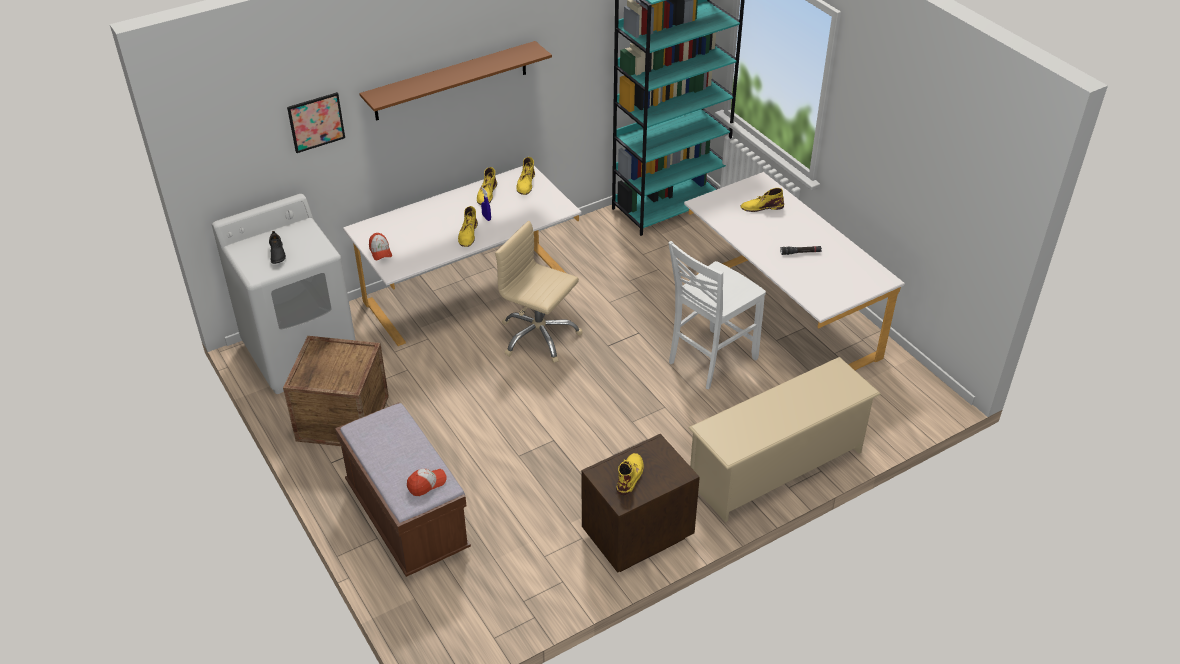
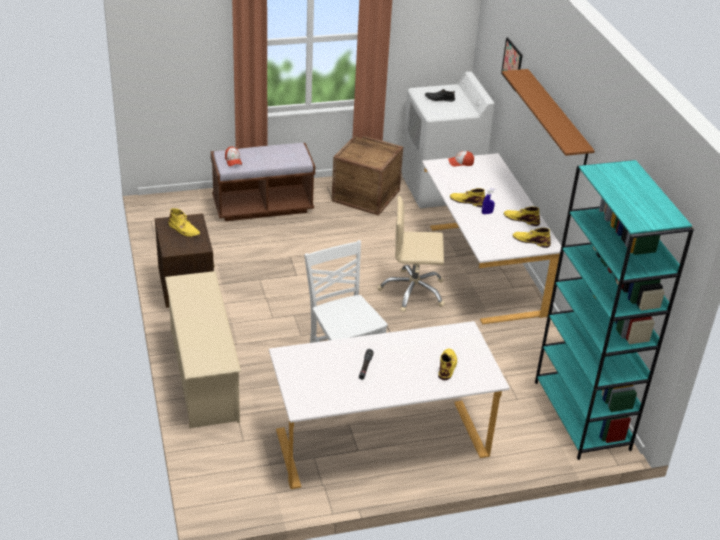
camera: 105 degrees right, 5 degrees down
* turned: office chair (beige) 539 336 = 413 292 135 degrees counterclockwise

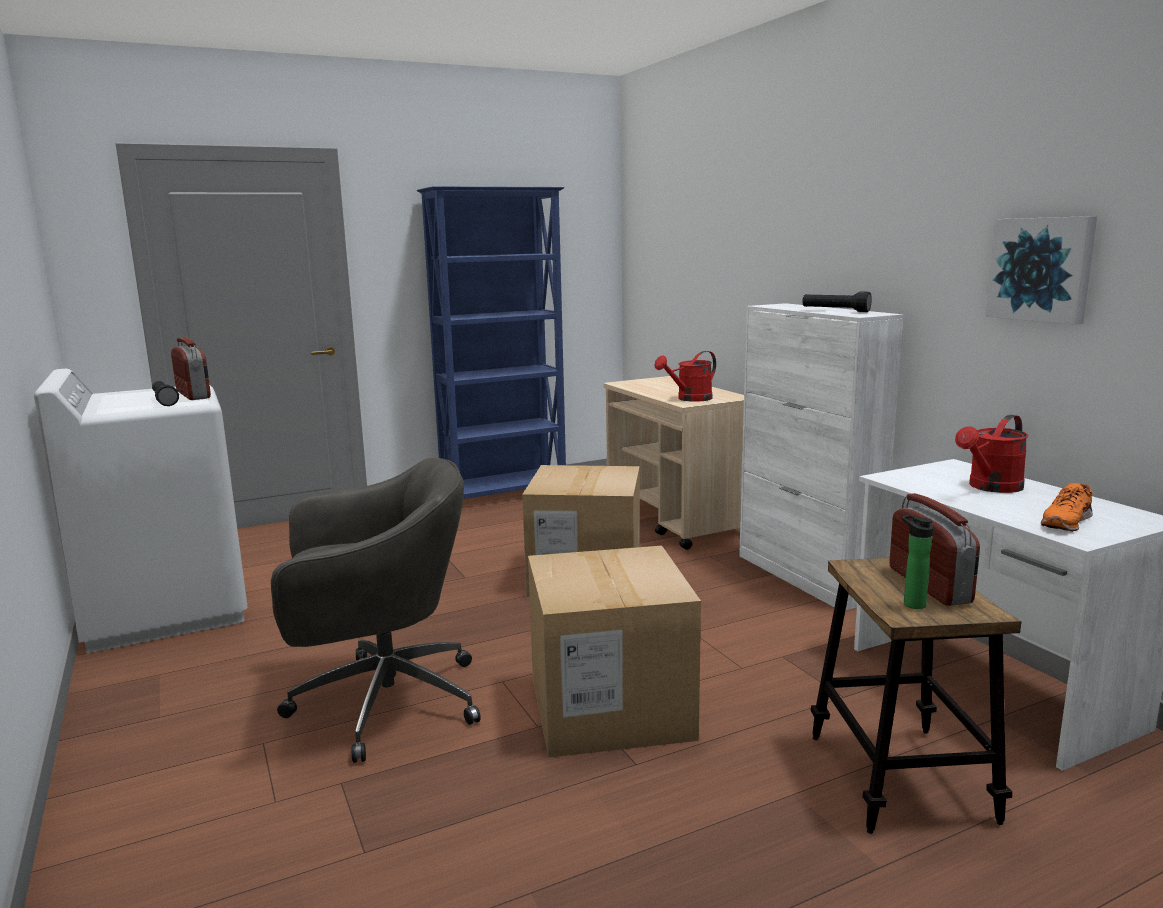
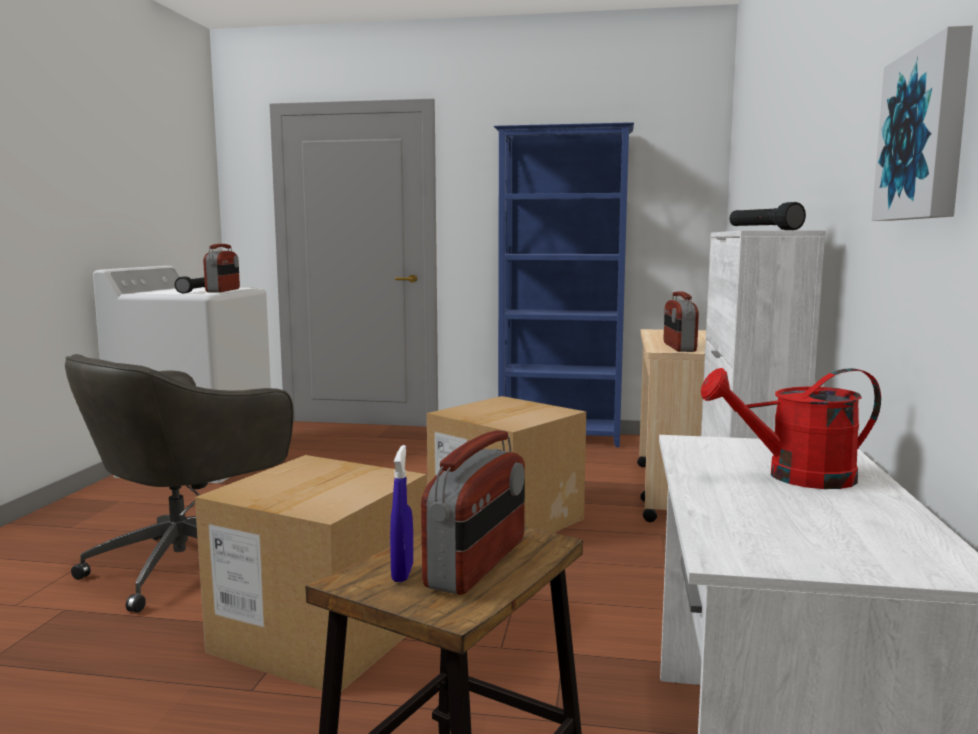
camera: 35 degrees right, 5 degrees down
* removed: shoe (orange) 1066 521
* replaced: watering can (red) 689 399 to radio 678 347
* replaced: bottle 911 603 to spray bottle (blue) 402 573
* turned: office chair (grey) 381 703 = 187 565 105 degrees clockwise

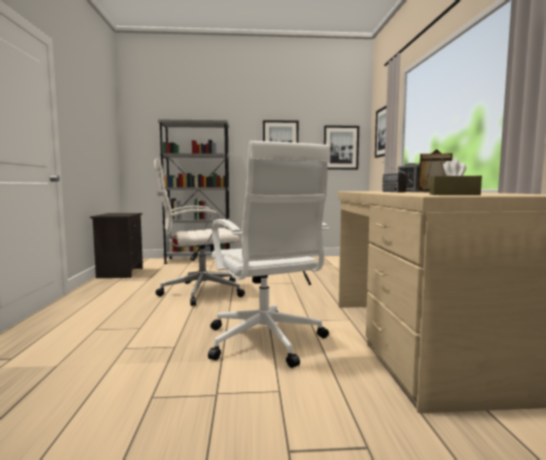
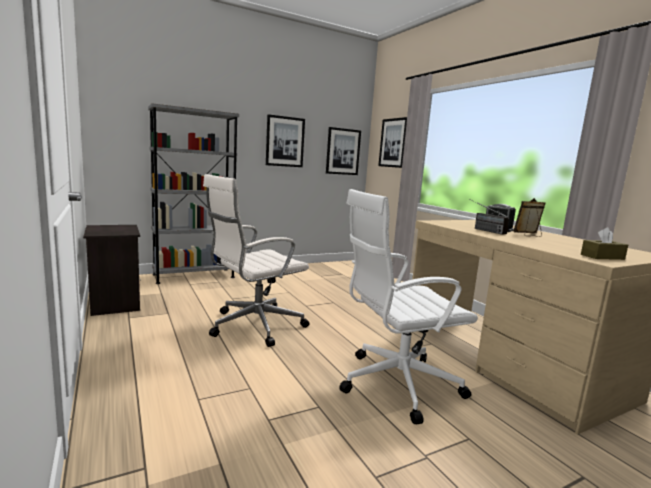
camera: 25 degrees left, 5 degrees up
* turned: office chair (white) 266 342 = 395 384 120 degrees clockwise

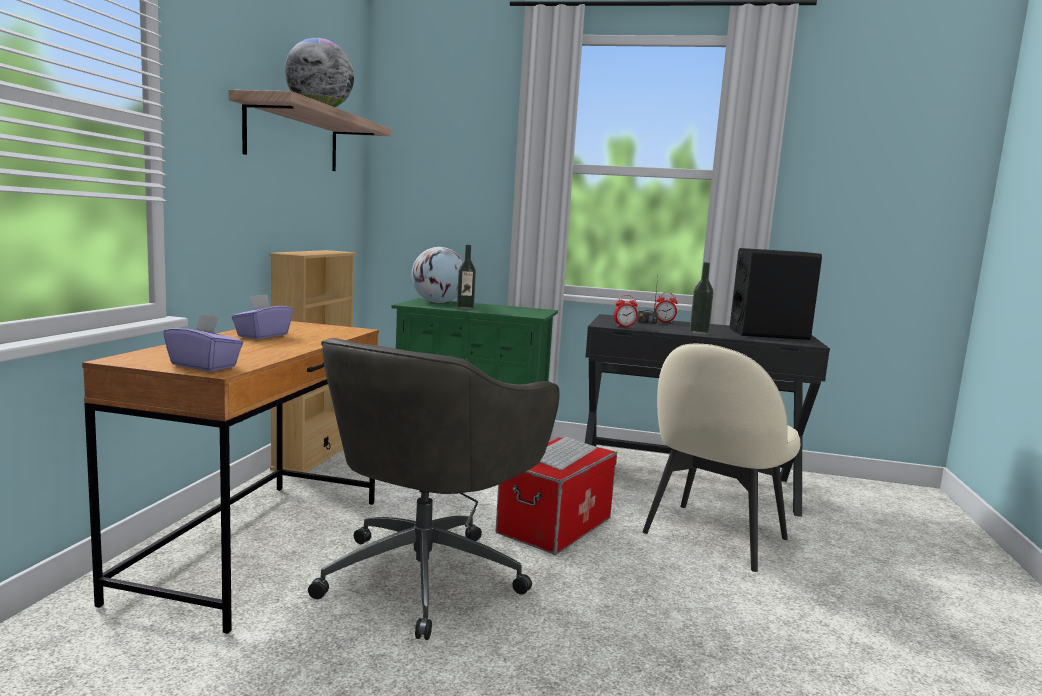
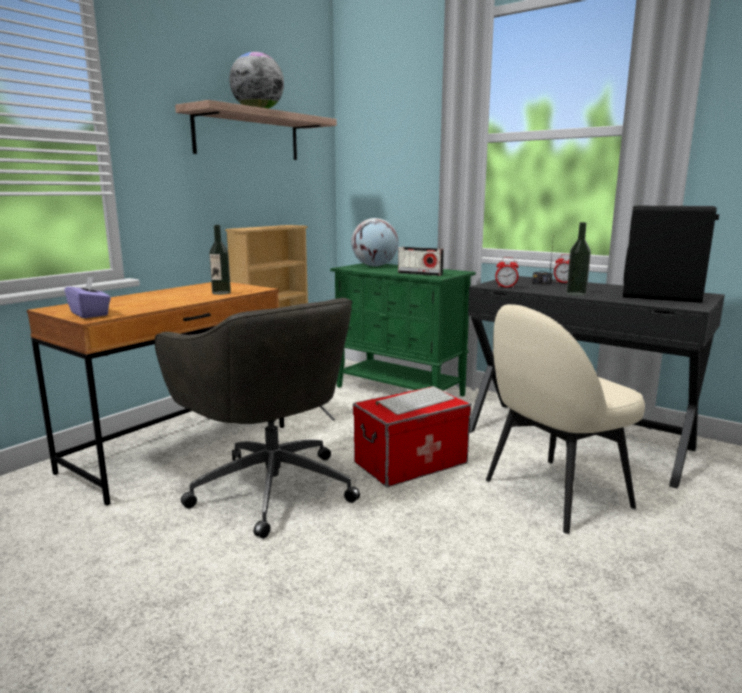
camera: 25 degrees right, 5 degrees up
* removed: tissue box (purple) 262 335
* added: radio 420 274
* moved: bottle 465 308 to 221 293
* turned: office chair (grey) 426 574 = 271 486 90 degrees counterclockwise

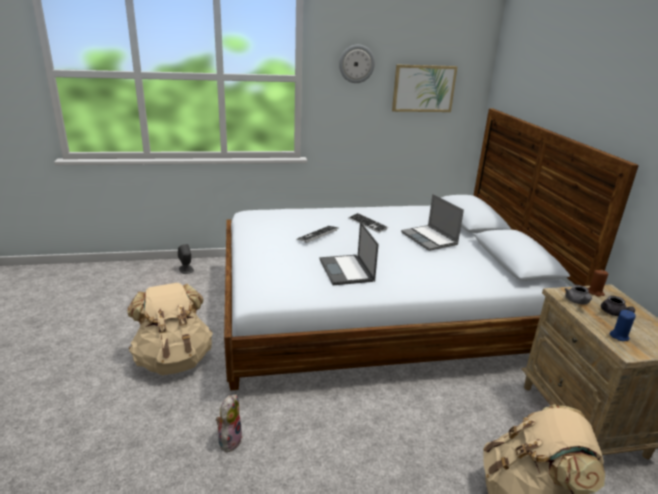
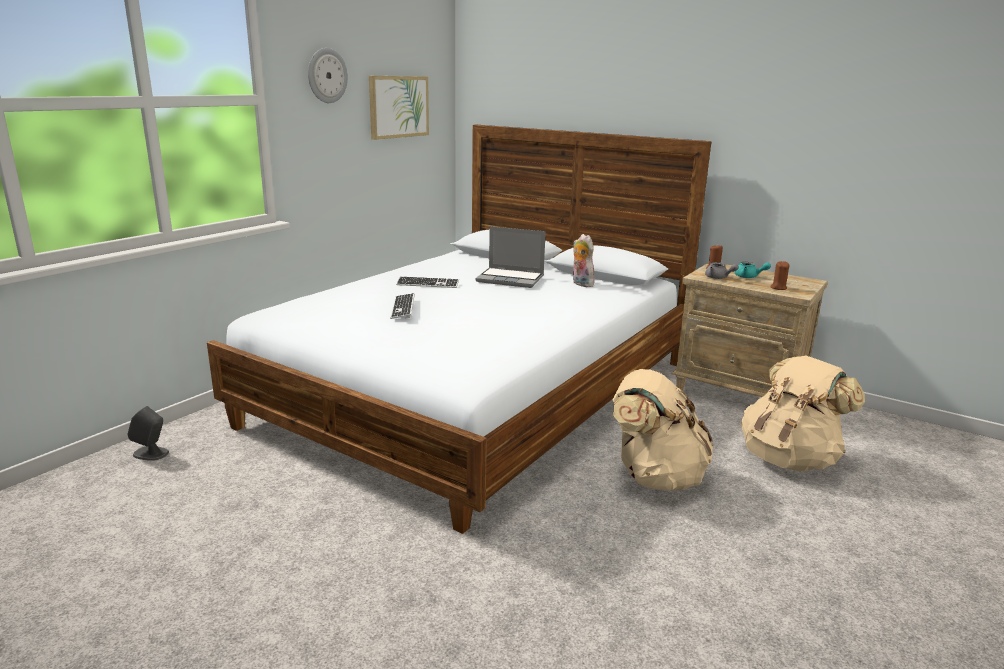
camera: 45 degrees left, 5 degrees down
* removed: laptop 347 270
* moved: backpack (beige) 174 359 to 655 477
* moved: plush toy 229 439 to 580 284
* recoloured: teapot (grey) 614 313 to teapot (turquoise) 749 277
* recoloured: candle (blue) 619 336 to candle (brown) 778 288

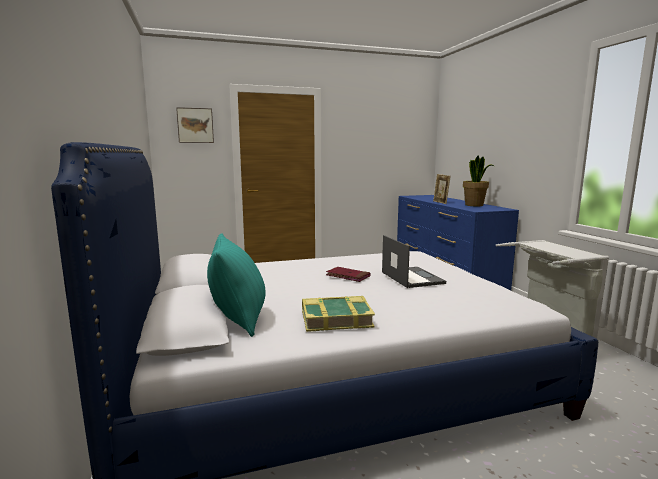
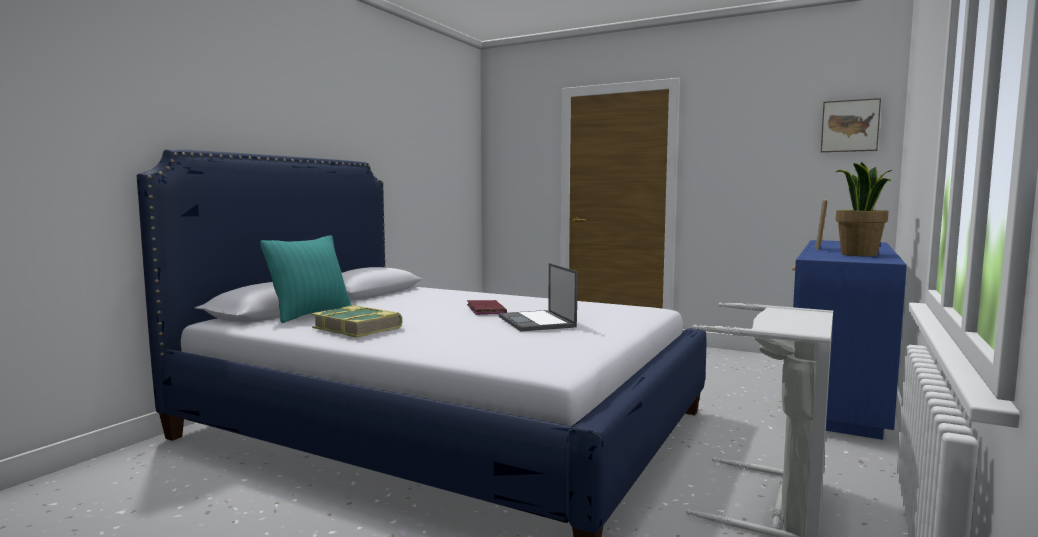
camera: 45 degrees right, 5 degrees down
* moved: picture 195 125 to 850 126
* turned: laptop 411 277 = 537 322 135 degrees clockwise

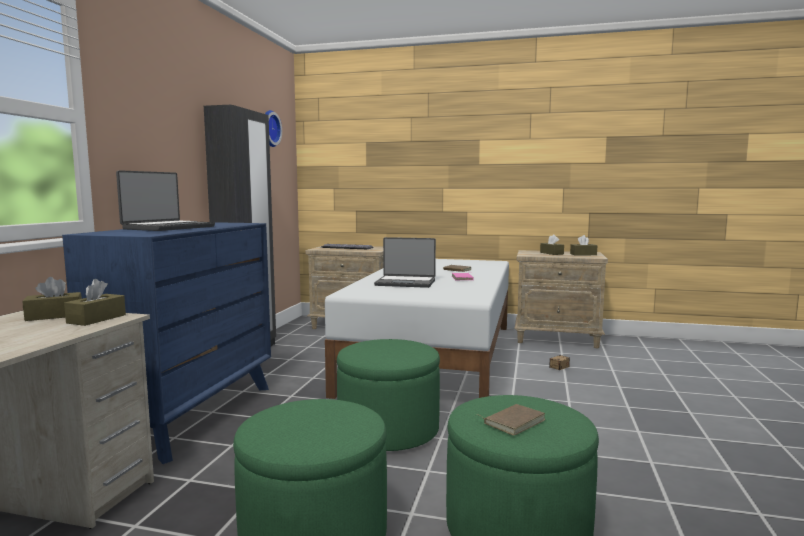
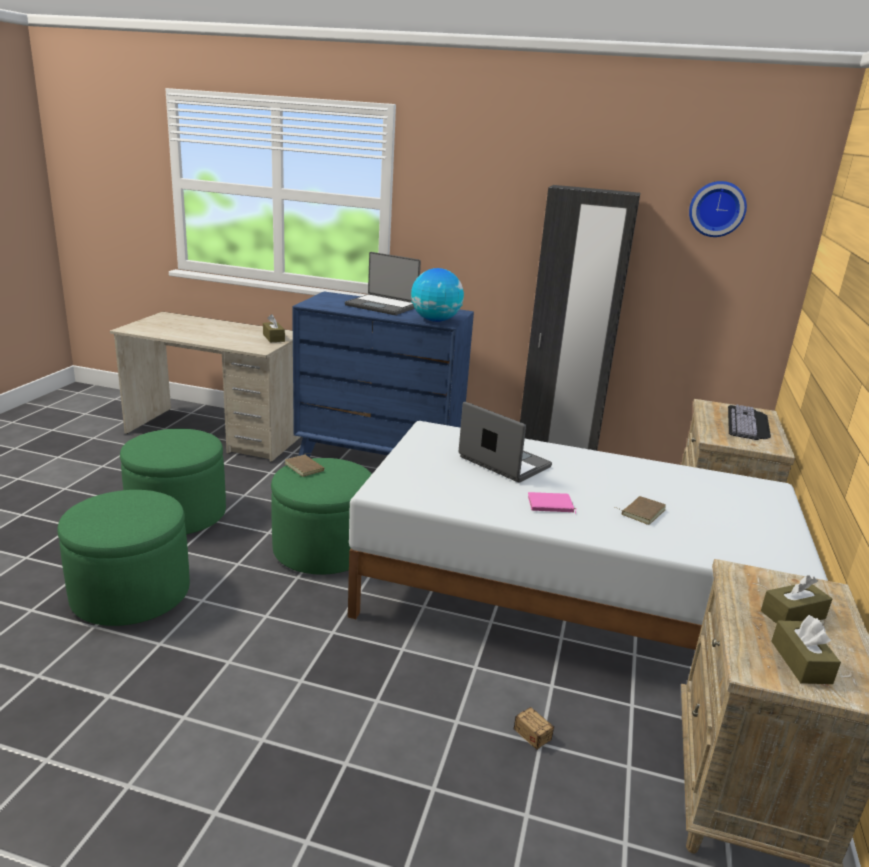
camera: 90 degrees right, 15 degrees up
* removed: tissue box (brown) 96 319
* added: globe 435 320
* moved: book (brown) 513 421 to 305 467
* turned: laptop 406 283 = 503 462 120 degrees clockwise

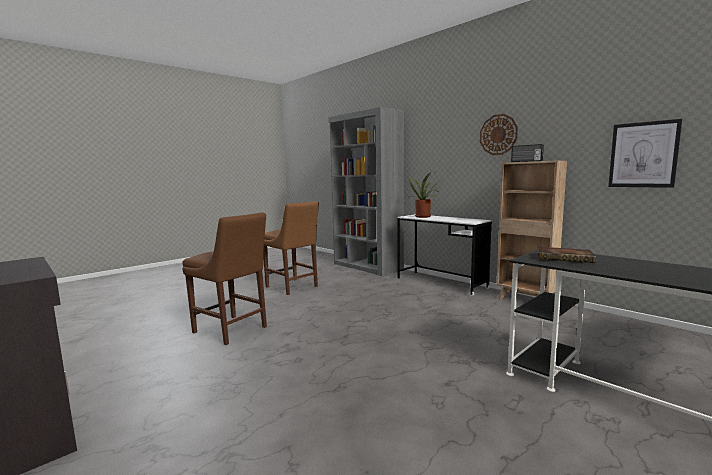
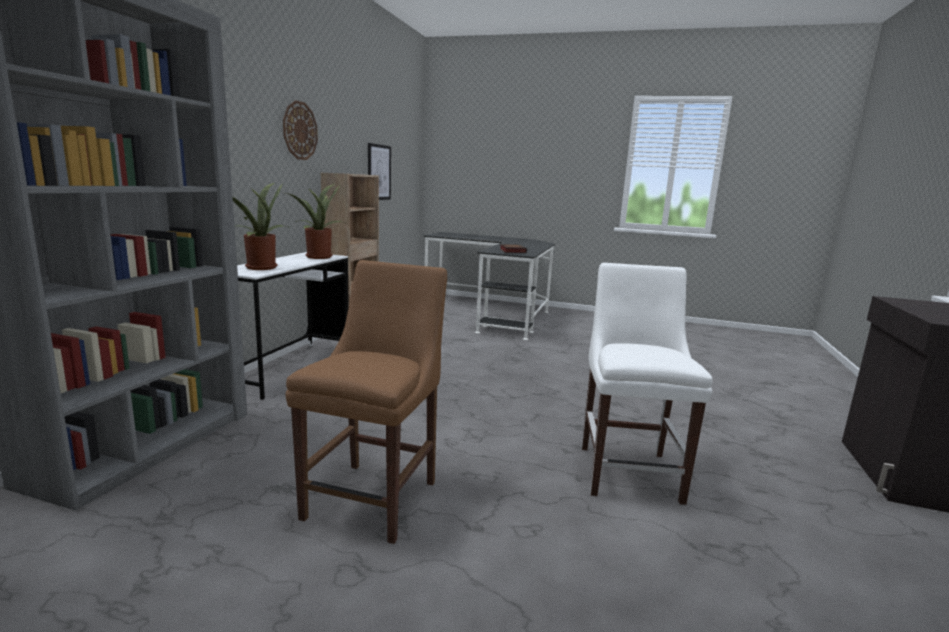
camera: 120 degrees left, 5 degrees up
* removed: radio 526 161
* added: potted plant 317 257
* recoloured: chair (brown) 232 330 to chair (white) 628 470

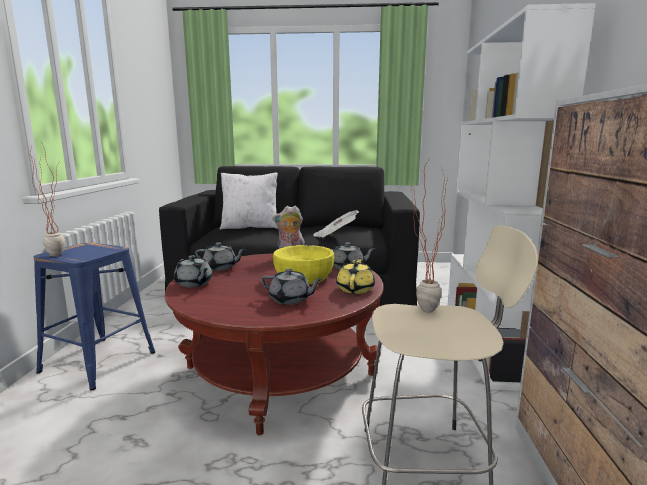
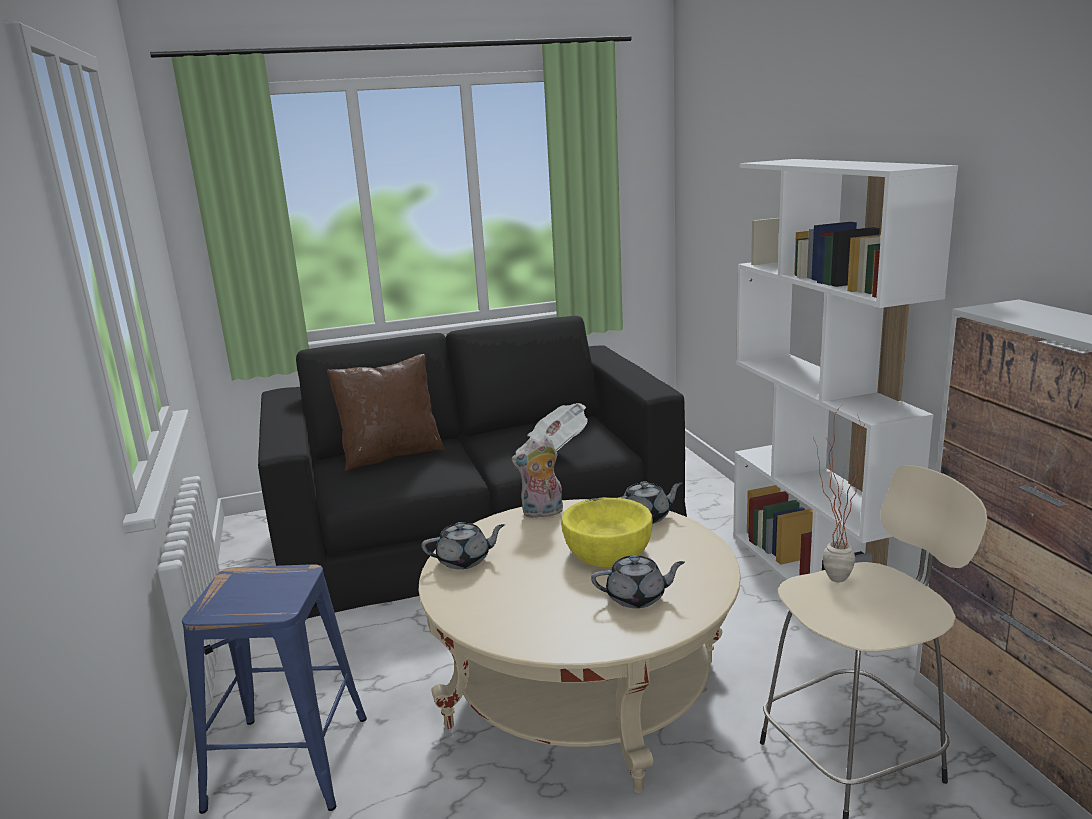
camera: 20 degrees left, 5 degrees up
* removed: potted plant 59 253
* removed: teapot (grey) 194 283
* removed: teapot (yellow) 355 289
* recoloured: coffee table (red) 279 370 to coffee table (beige) 584 691
* recoloured: pillow (white) 250 227 to pillow (brown) 391 455

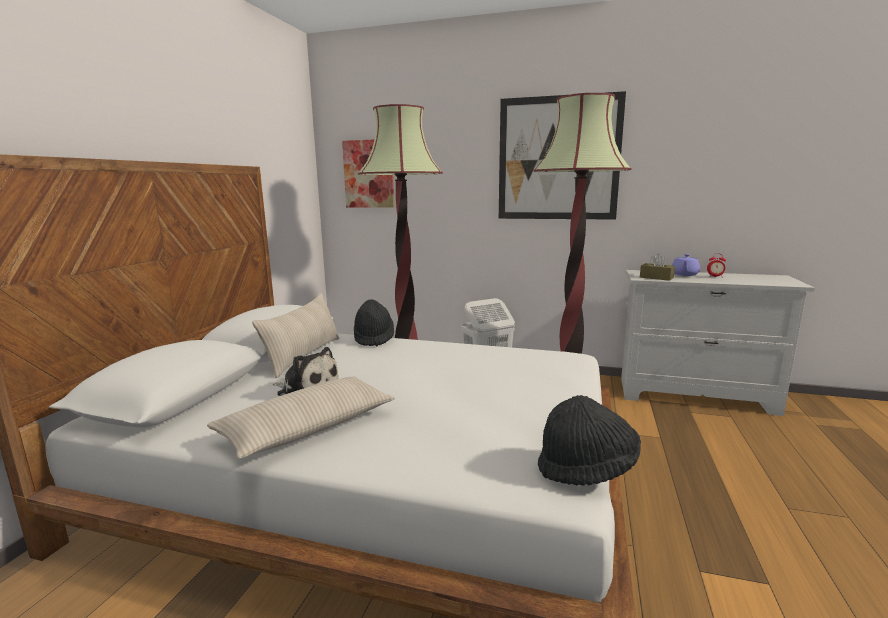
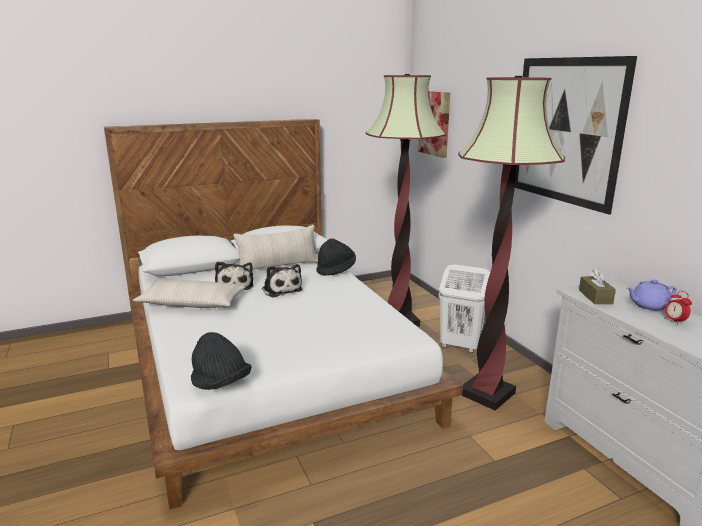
camera: 50 degrees right, 5 degrees up
* added: plush toy 281 289

